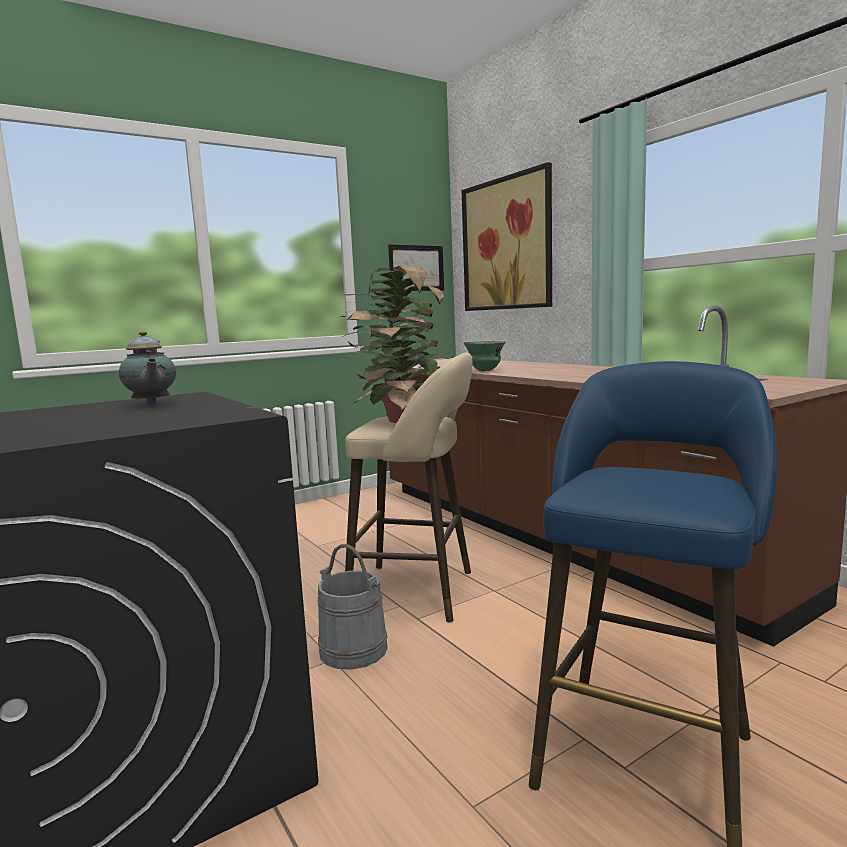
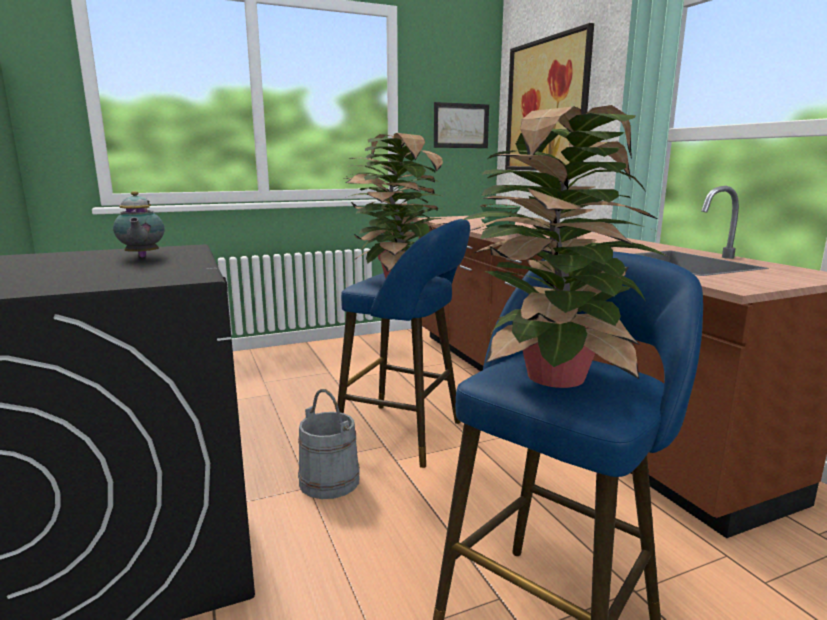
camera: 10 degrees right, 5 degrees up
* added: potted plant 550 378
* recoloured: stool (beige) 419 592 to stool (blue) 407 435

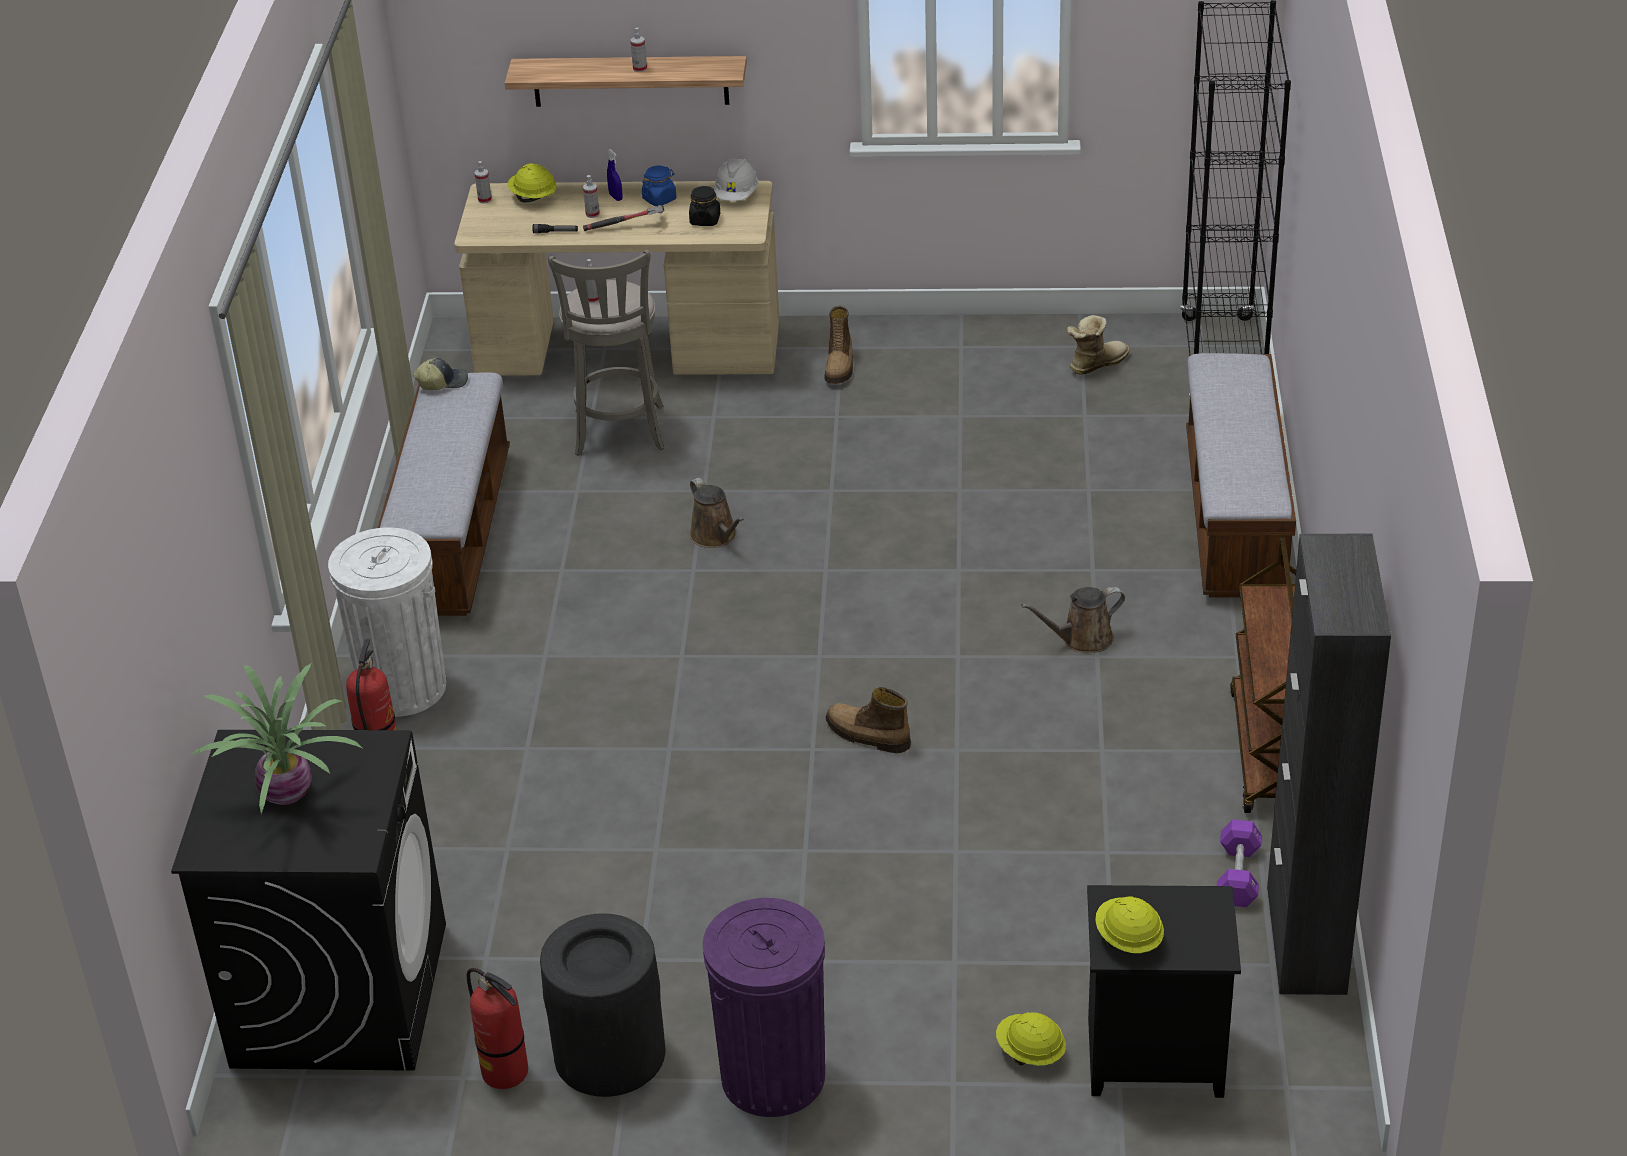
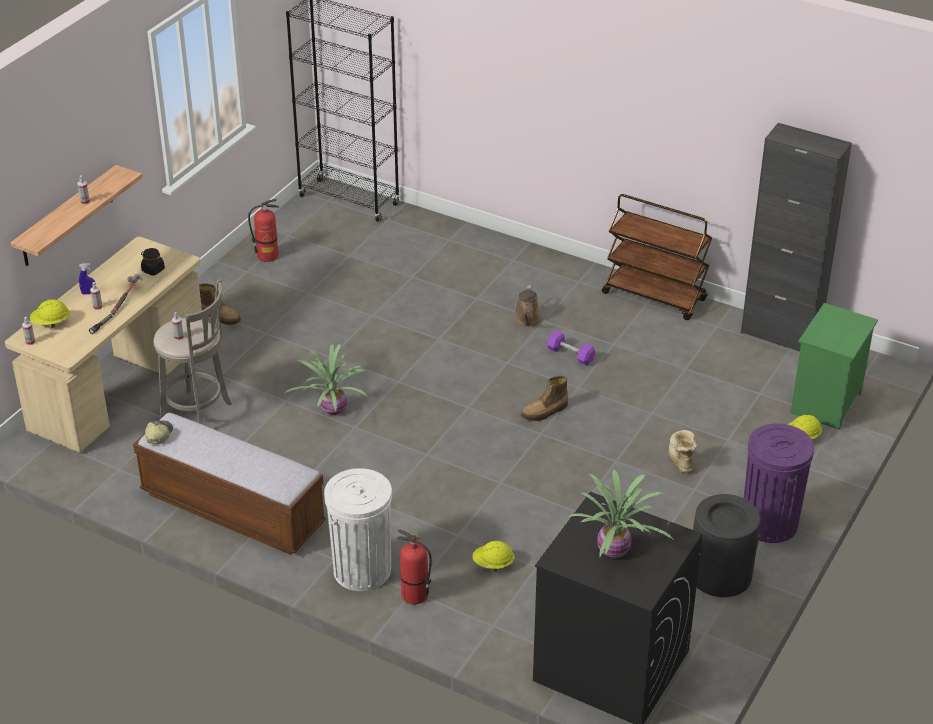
camera: 65 degrees left, 0 degrees up
* removed: jar (blue) 659 199
* removed: hard hat (white) 737 195
* removed: bench 1234 516
* moved: fire extinguisher 505 1072 to 268 256
* moved: boot 1095 364 to 679 461
* moved: hard hat (yellow) 1128 940 to 493 564
* moved: dumbbell (purple) 1238 875 to 570 355
* replaced: watering can (brown) 716 536 to potted plant 332 409
* recoloured: nightstand (black) 1152 1059 to nightstand (green) 827 404

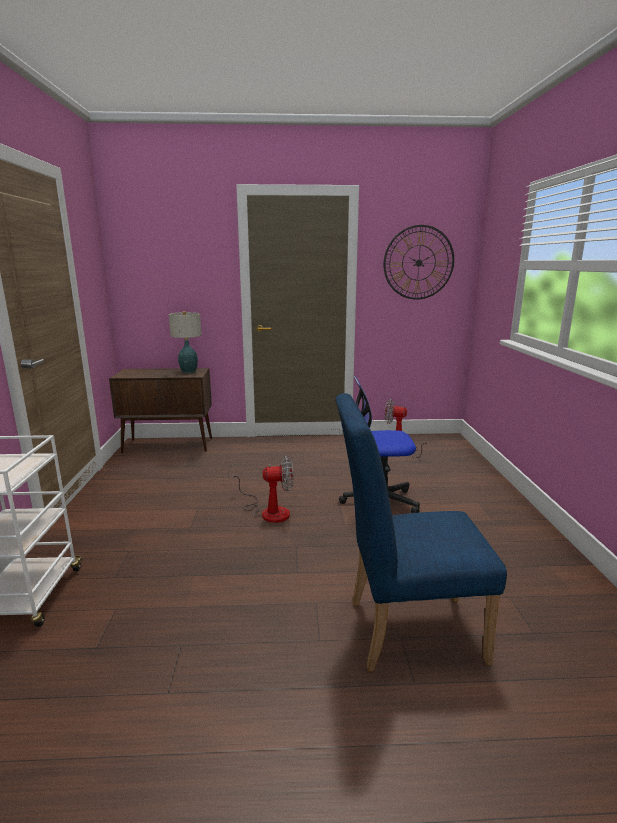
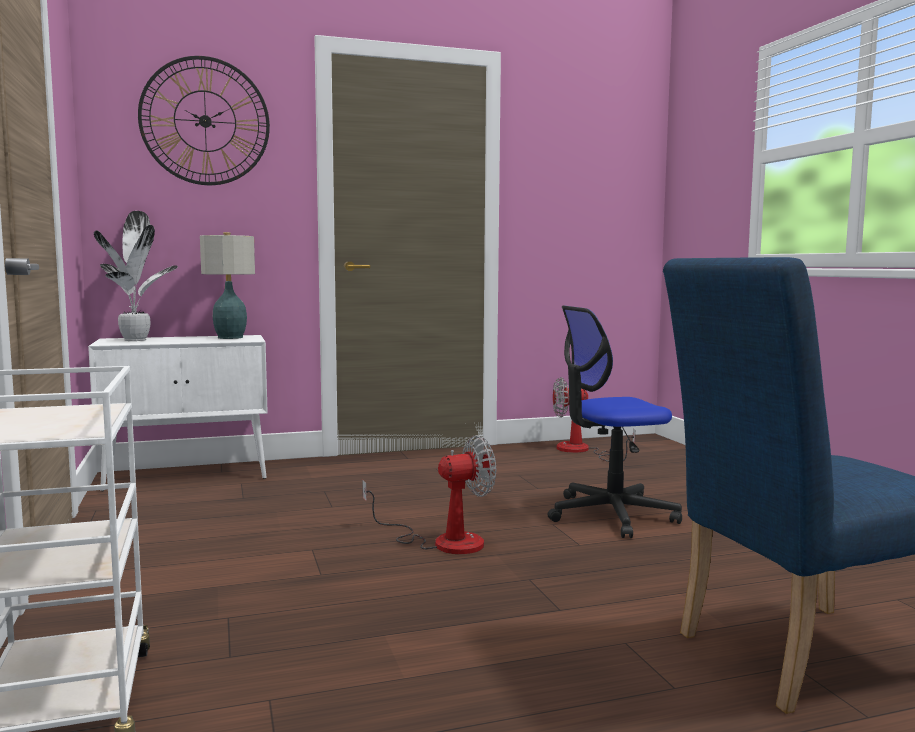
camera: 15 degrees left, 10 degrees down
* added: potted plant 136 340
* moved: wall clock 418 262 to 205 121
* recoloured: cabinet (brown) 169 445 to cabinet (white) 188 476

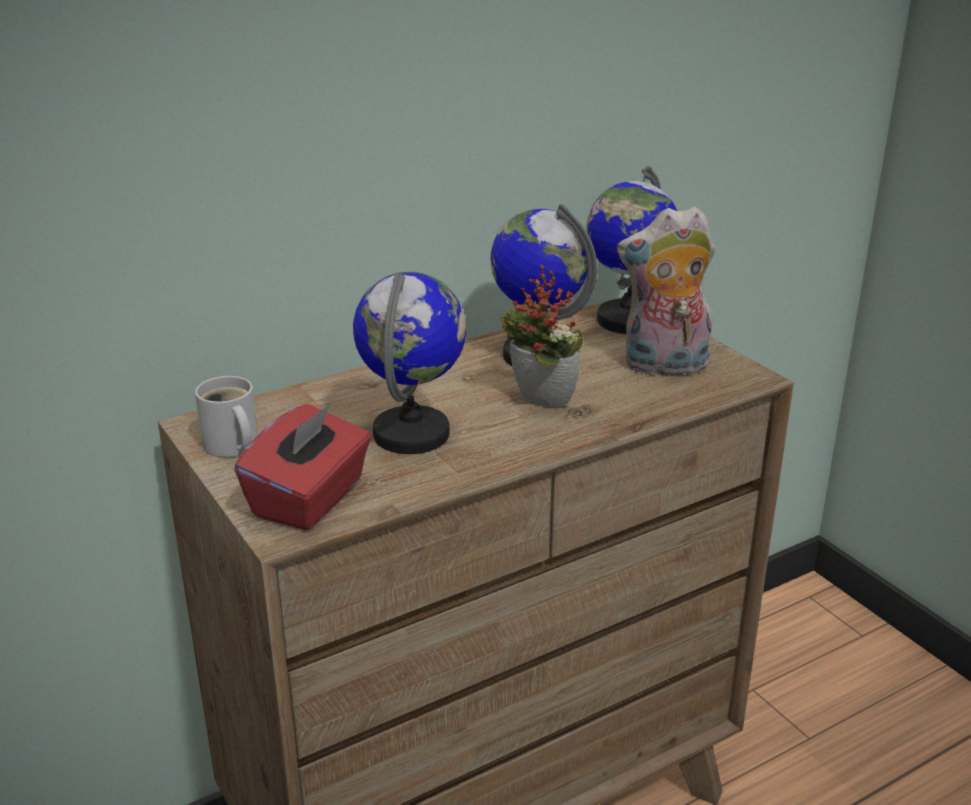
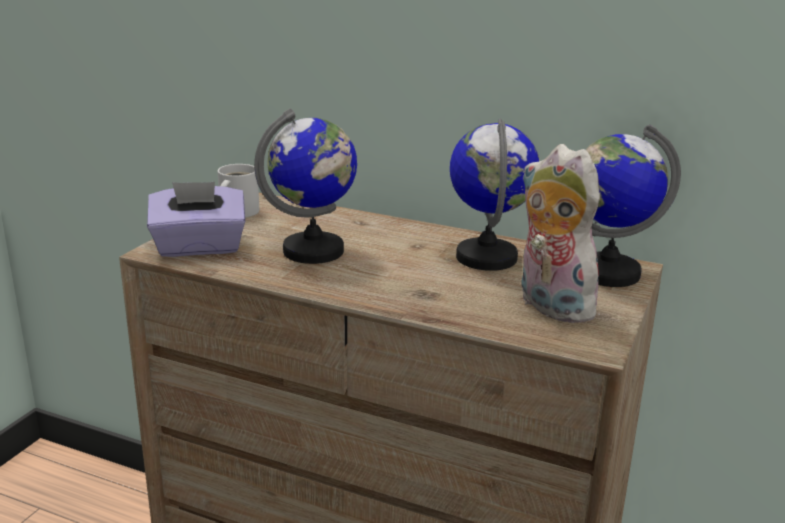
camera: 55 degrees right, 5 degrees down
* removed: potted plant 538 403
* recoloured: tissue box (red) 310 499 to tissue box (purple) 199 247

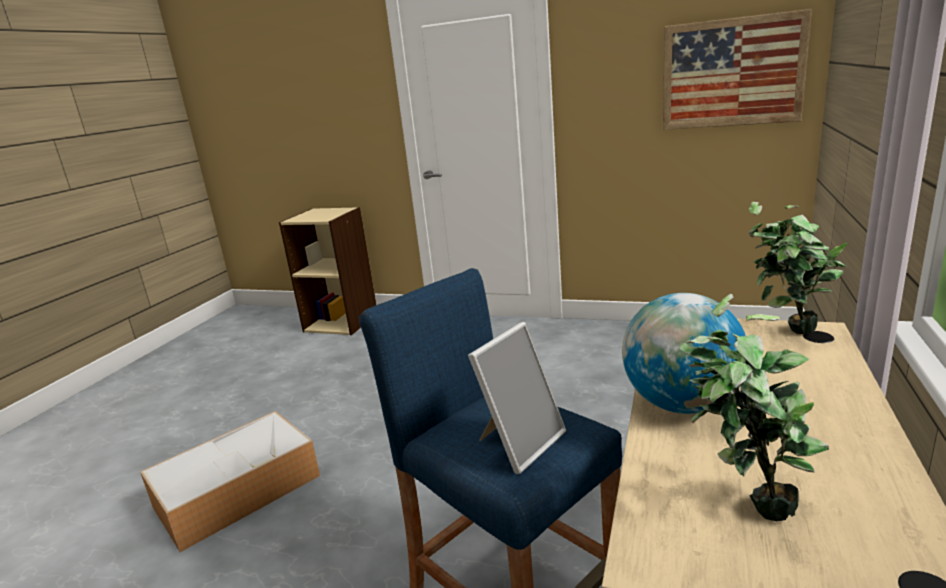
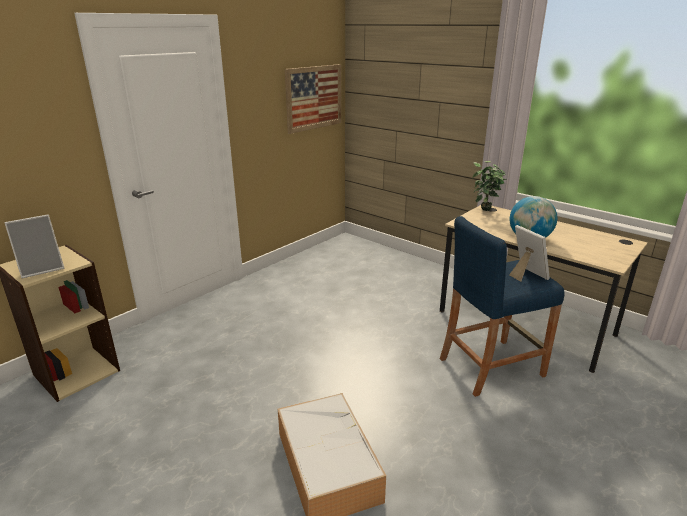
camera: 70 degrees left, 5 degrees up
* removed: potted plant 744 504
* added: picture frame 42 268

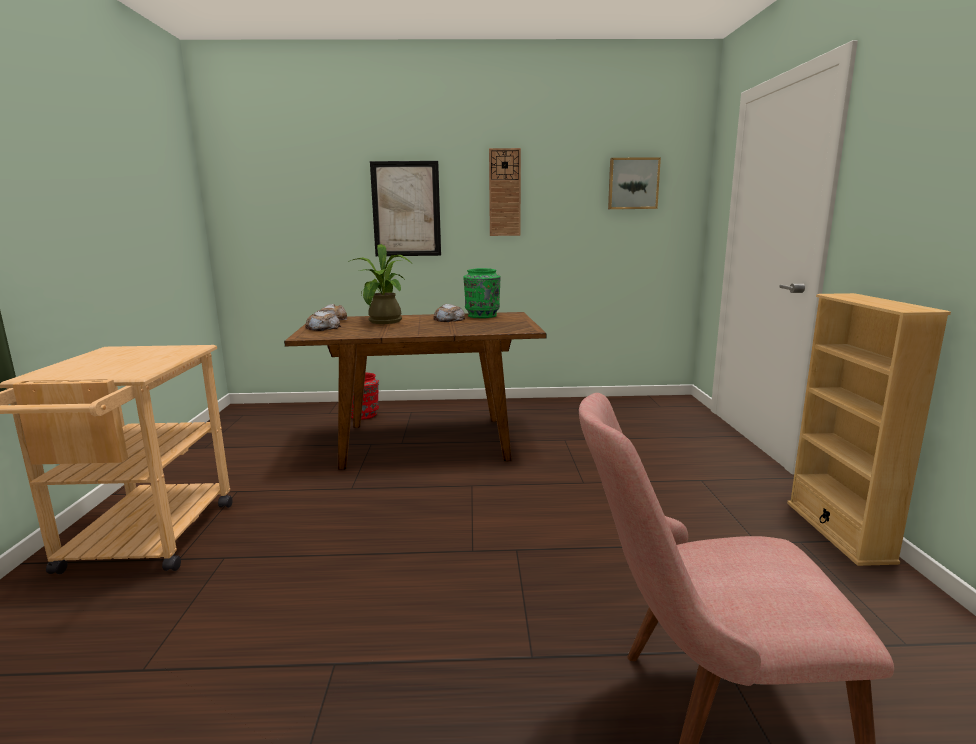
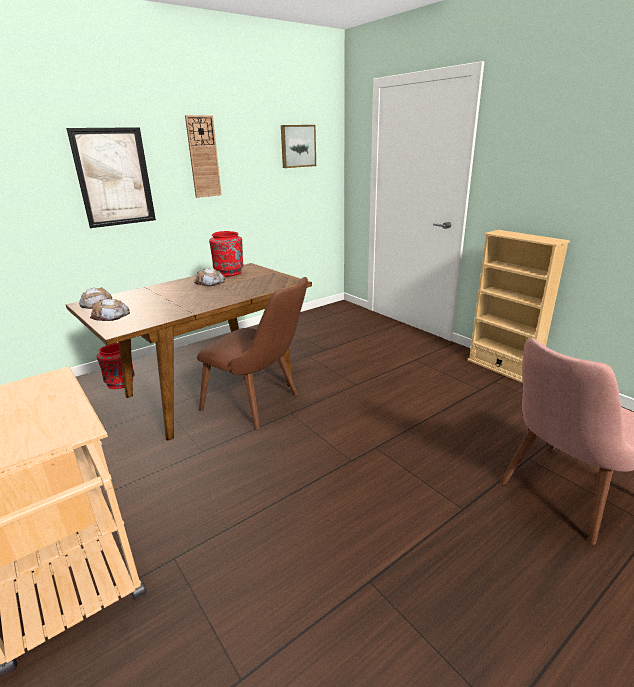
camera: 35 degrees left, 10 degrees up
* removed: potted plant 383 322
* added: chair (brown) 261 404
* recoloured: vase (green) 482 316 to vase (red) 229 273

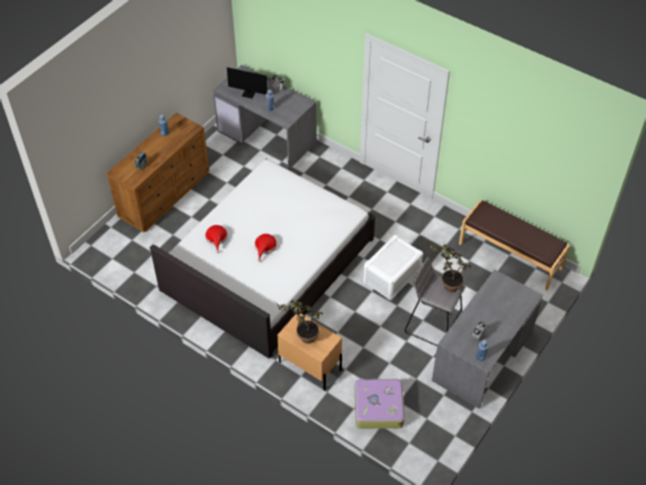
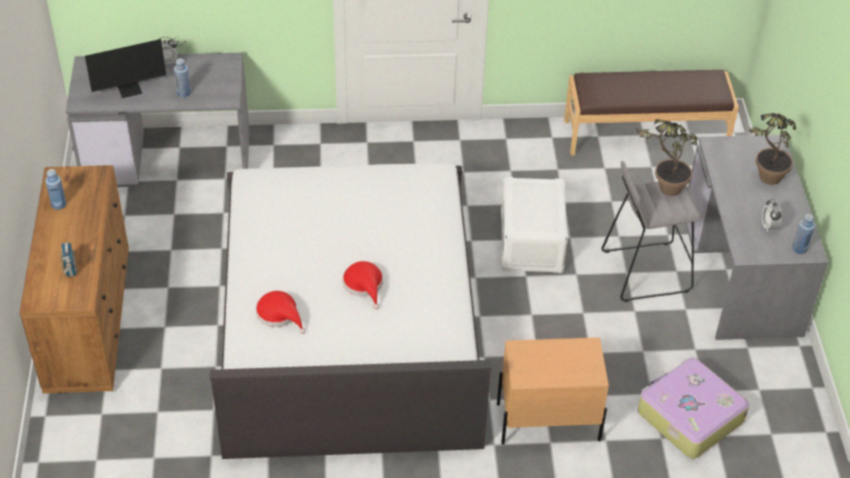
camera: 40 degrees left, 5 degrees down
* moved: potted plant 302 337 to 763 180

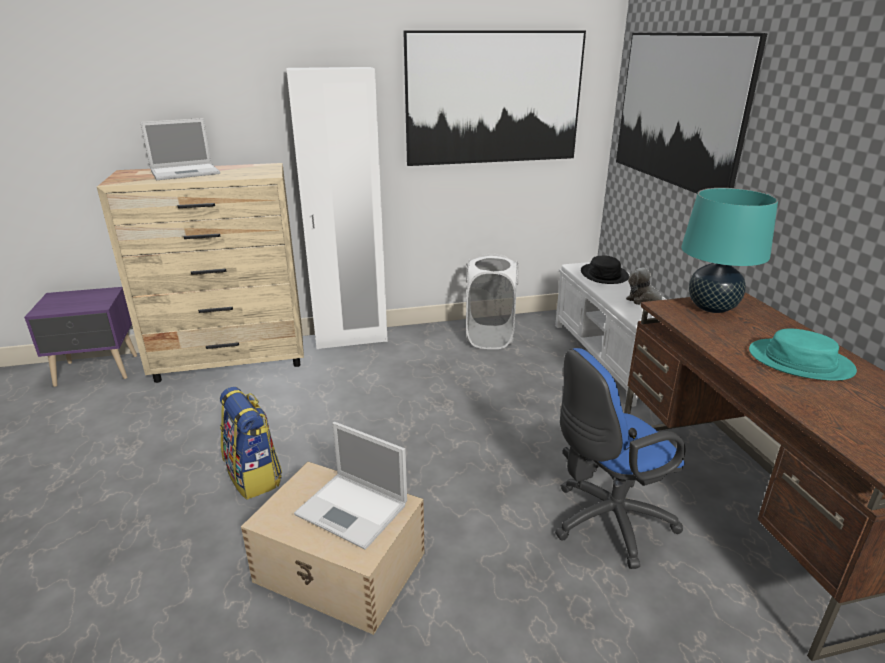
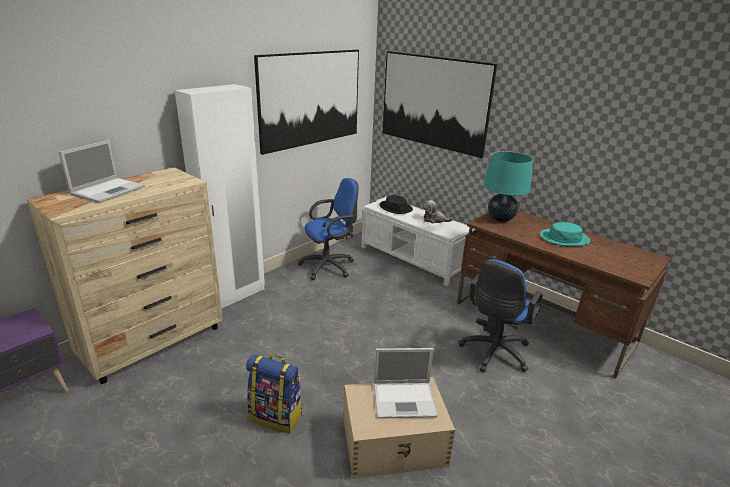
camera: 35 degrees left, 0 degrees up
* replaced: laundry basket (white) 489 337 to office chair (blue) 330 266

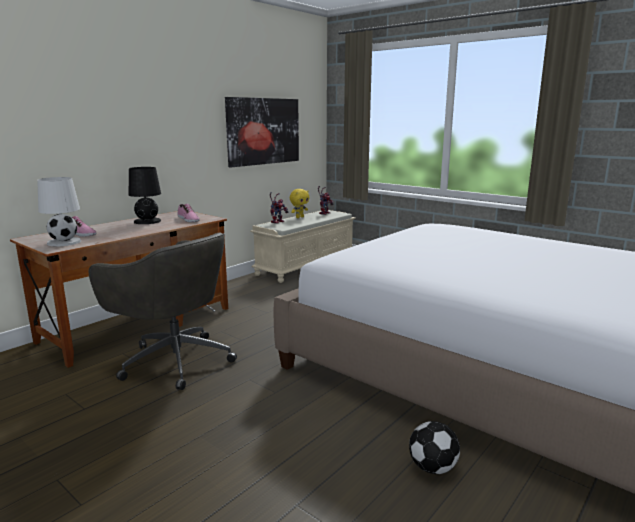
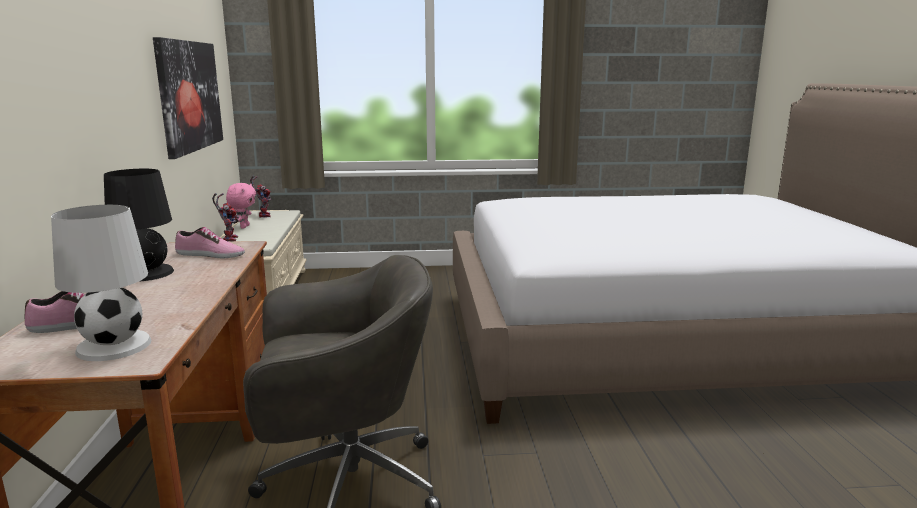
camera: 45 degrees left, 0 degrees up
* removed: football 432 467
* recoloured: plush toy (yellow) 299 217 to plush toy (pink) 244 227

